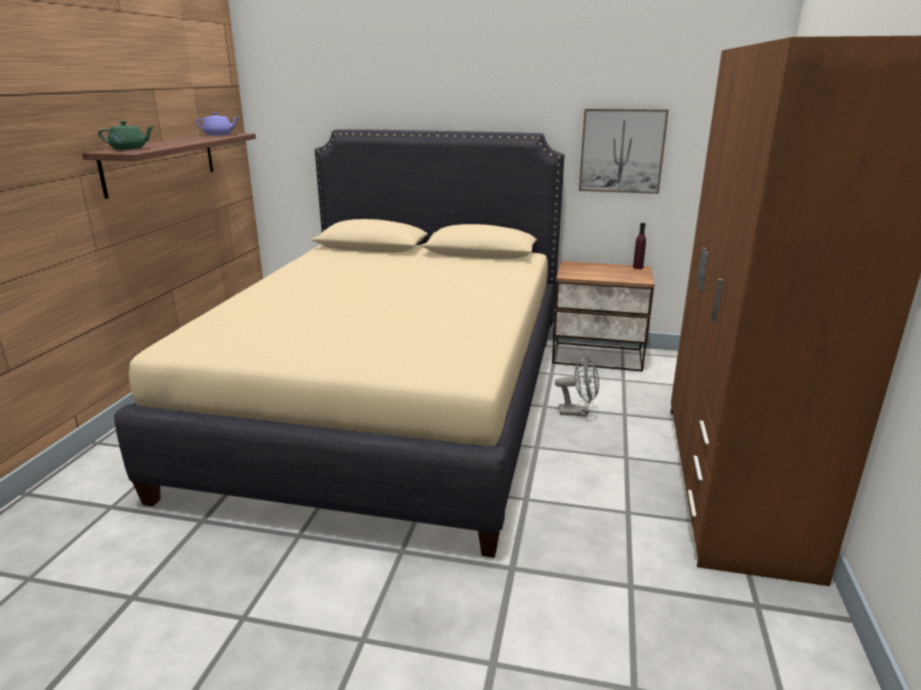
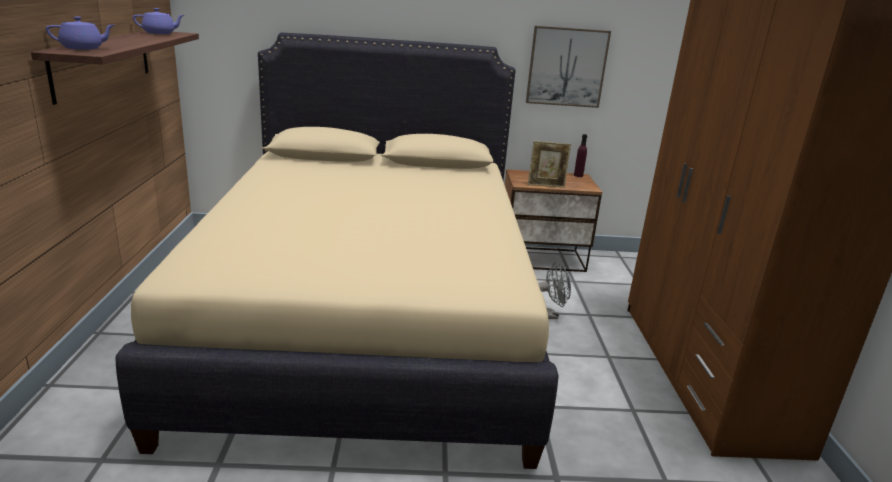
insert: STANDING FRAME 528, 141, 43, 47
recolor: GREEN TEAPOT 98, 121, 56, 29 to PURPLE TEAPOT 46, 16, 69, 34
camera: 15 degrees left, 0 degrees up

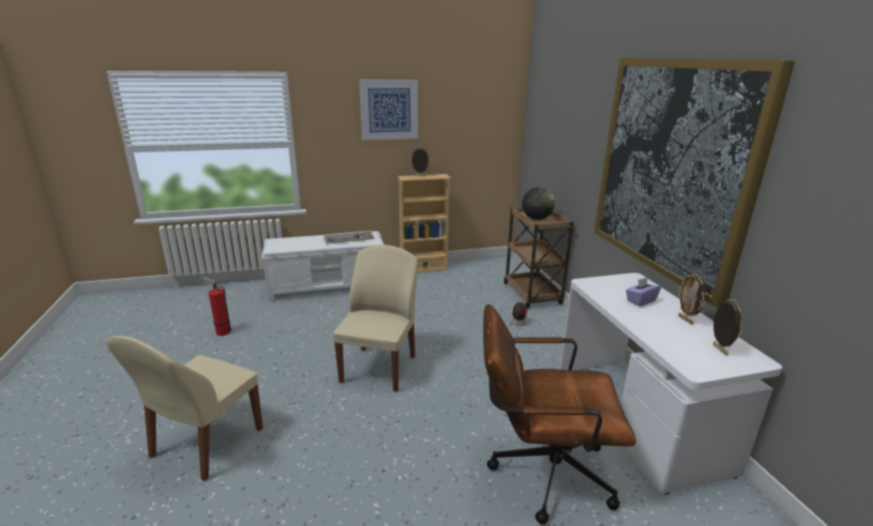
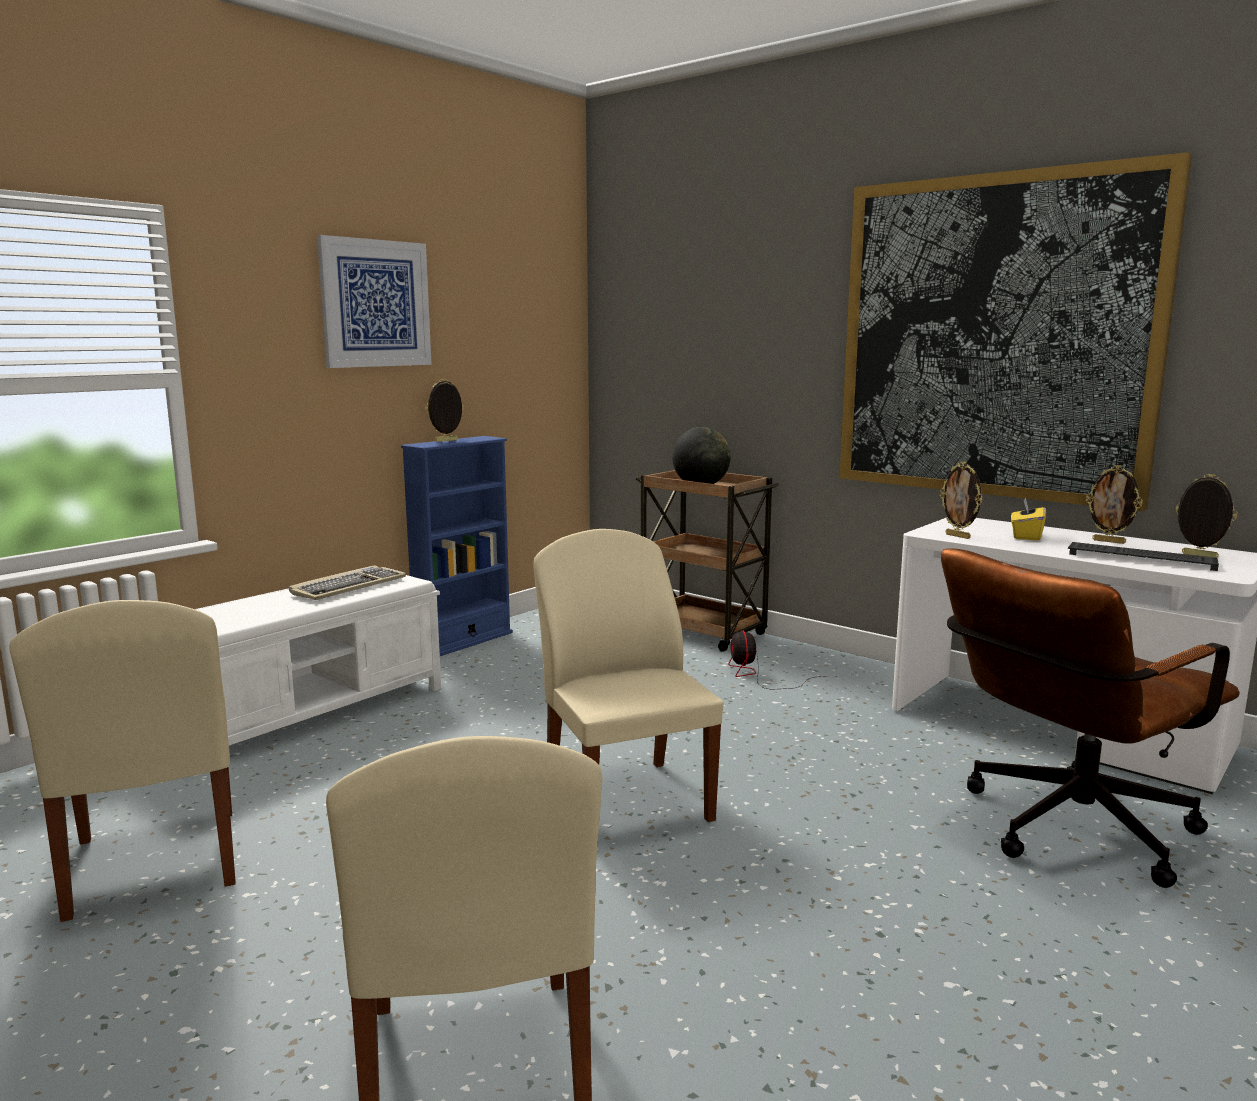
insert: STANDING FRAME 940, 461, 43, 78; KEYBOARD 1068, 542, 151, 29
replace: FIRE-FIGHTING CYLINDER 202, 277, 30, 59 to SAND-COLOURED UPRIGHT CHAIR 9, 600, 227, 322
recolor: SAND-COLOURED BOOKCASE 398, 174, 53, 99 to BLUE BOOKCASE 401, 436, 112, 220; PURPLE TISSUE HOLDER 626, 278, 35, 28 to YELLOW TISSUE HOLDER 1011, 497, 35, 44
camera: 35 degrees left, 10 degrees down

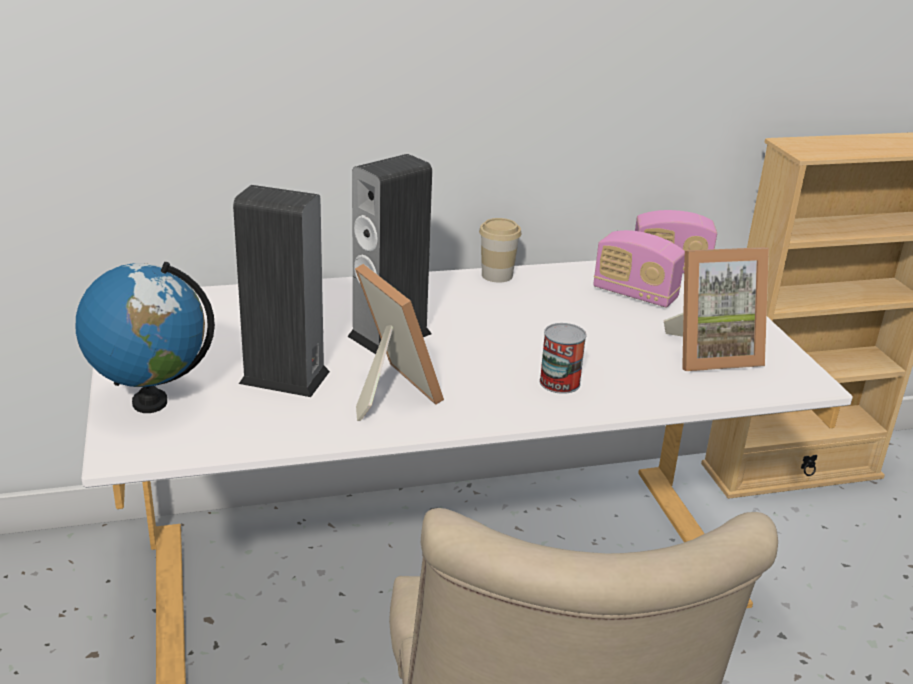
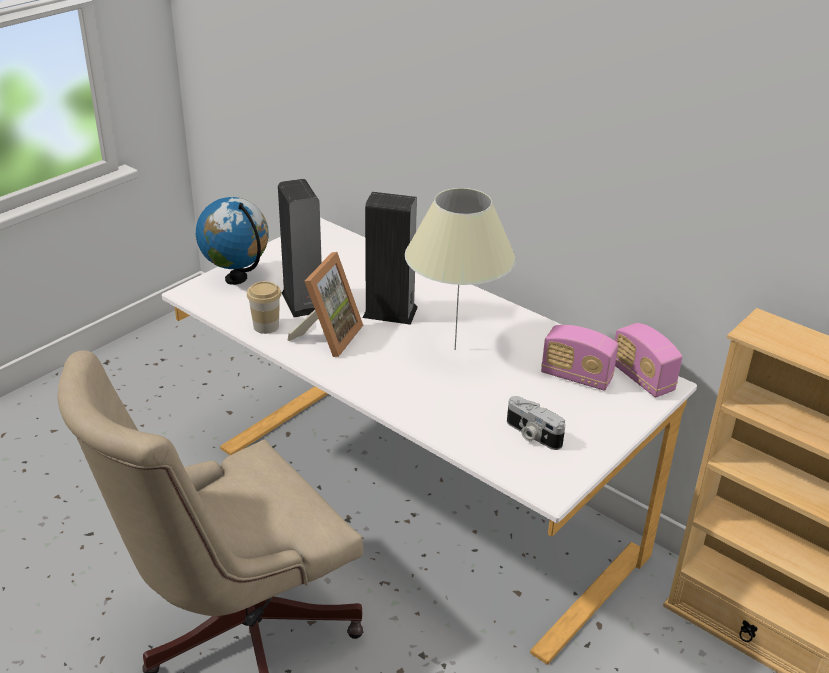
delete: METAL CAN 539, 323, 48, 71
insert: SAND-COLOURED LAMP FOR A TABLE 405, 188, 111, 162
move: DRINKING CUP 479, 218, 42, 65 to 247, 281, 34, 53
replace: STANDING FRAME 663, 247, 106, 124 to STILL CAMERA 507, 396, 58, 54
rotate: RADIO SET 593, 230, 92, 77 = 541, 325, 77, 66 60 degrees counterclockwise
camera: 55 degrees right, 5 degrees up

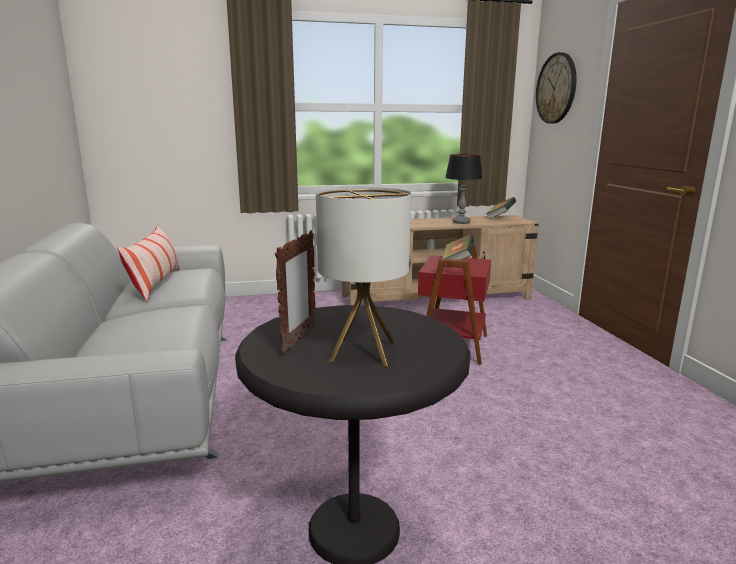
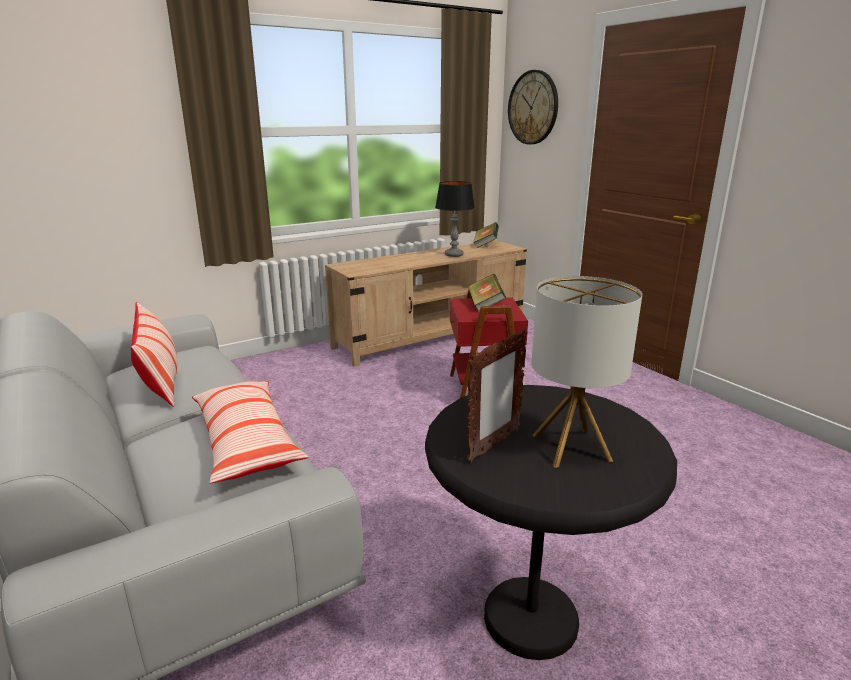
insert: THROW PILLOW 192, 381, 117, 102
rotate: STANDING FRAME 275, 230, 41, 124 = 467, 328, 60, 135 45 degrees clockwise
camera: 20 degrees left, 5 degrees up

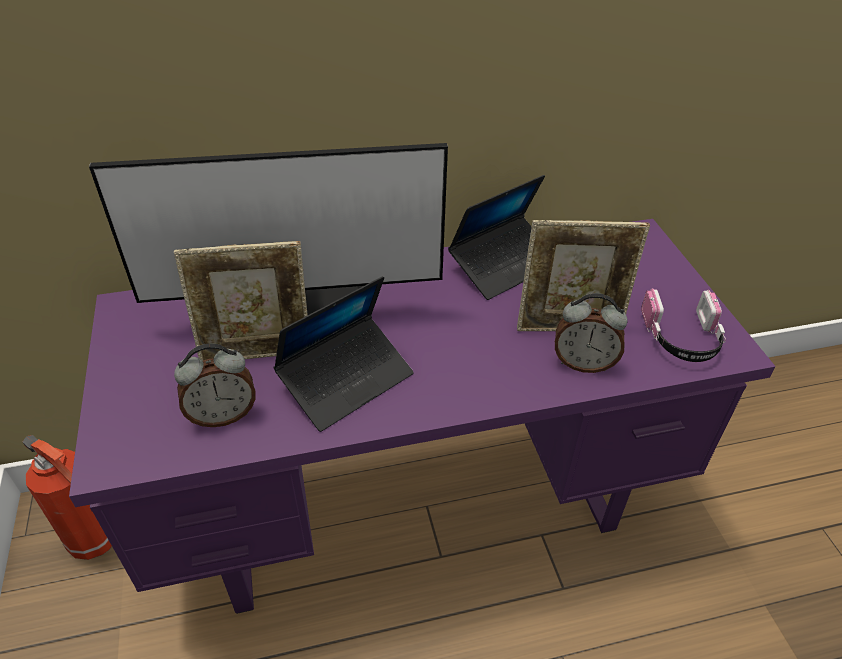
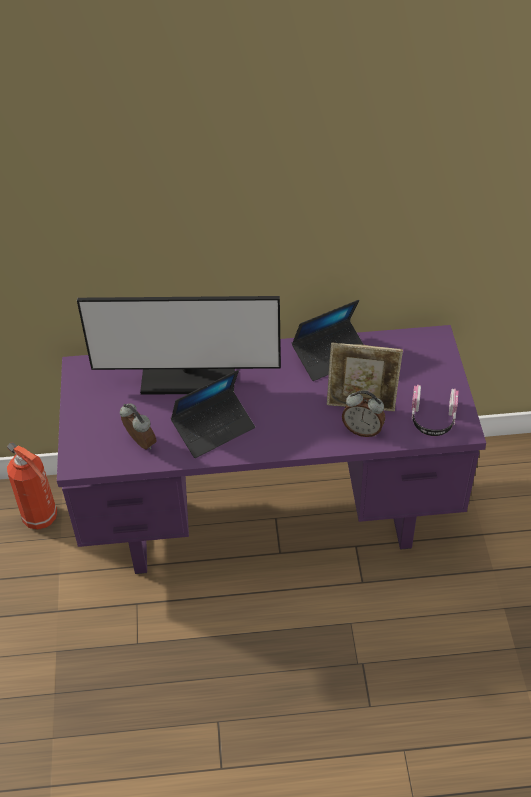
delete: STANDING FRAME 174, 241, 134, 120
rotate: ALARM CLOCK 174, 343, 81, 84 = 120, 403, 36, 47 120 degrees counterclockwise
camera: 10 degrees right, 5 degrees up

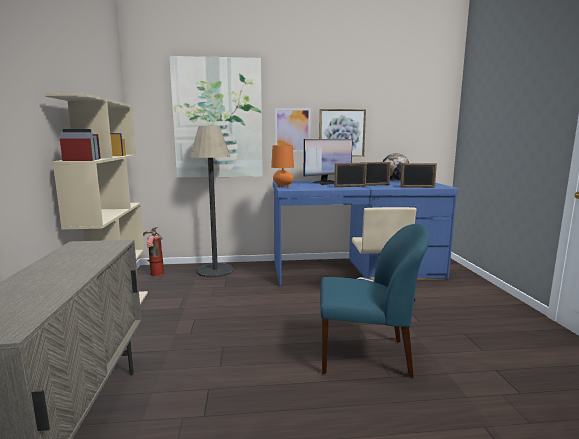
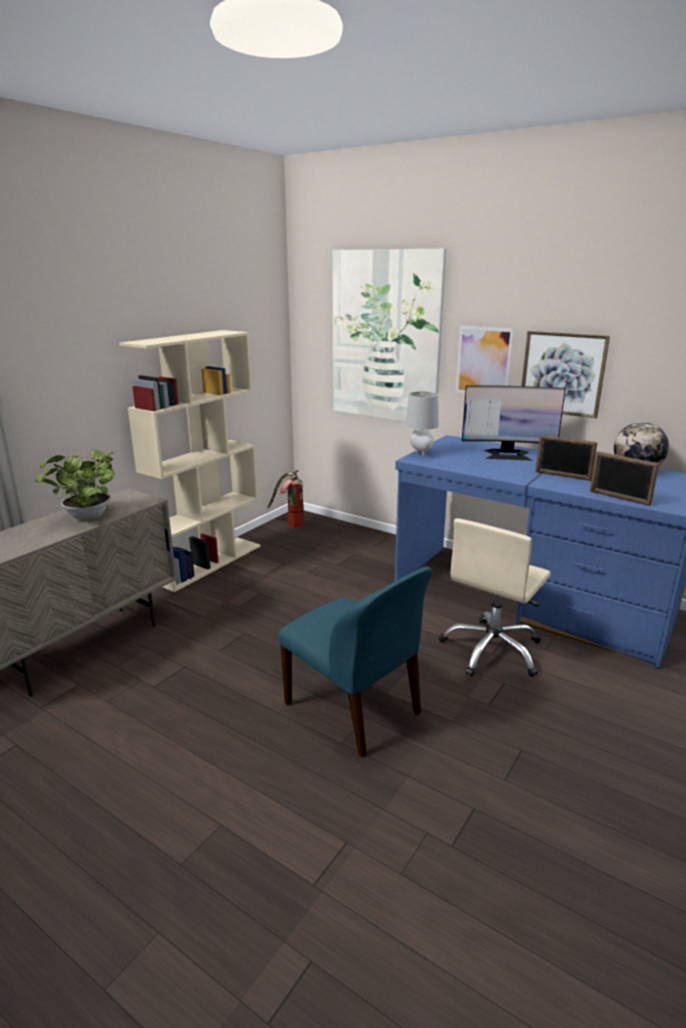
delete: STANDING LAMP 190, 126, 44, 151; STANDING FRAME 334, 163, 33, 24
insert: POTTED PLANT 35, 450, 80, 70
recolor: ORANGEY LAMP FOR A TABLE 271, 145, 23, 43 to GREYISH LAMP FOR A TABLE 405, 391, 34, 66
camera: 40 degrees right, 10 degrees up

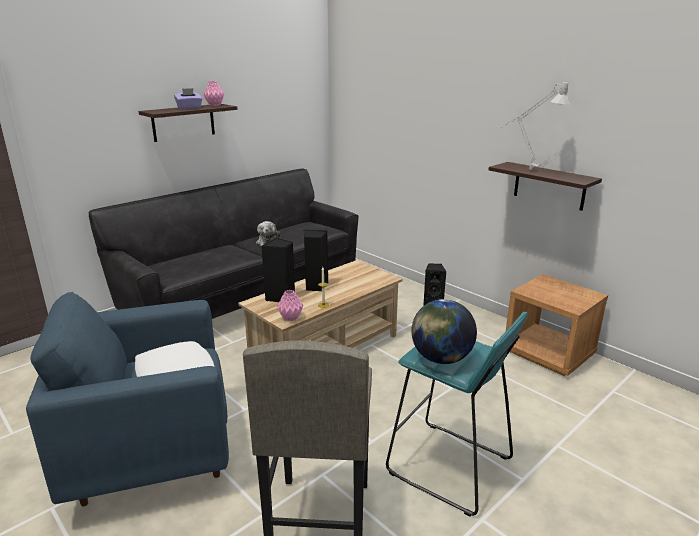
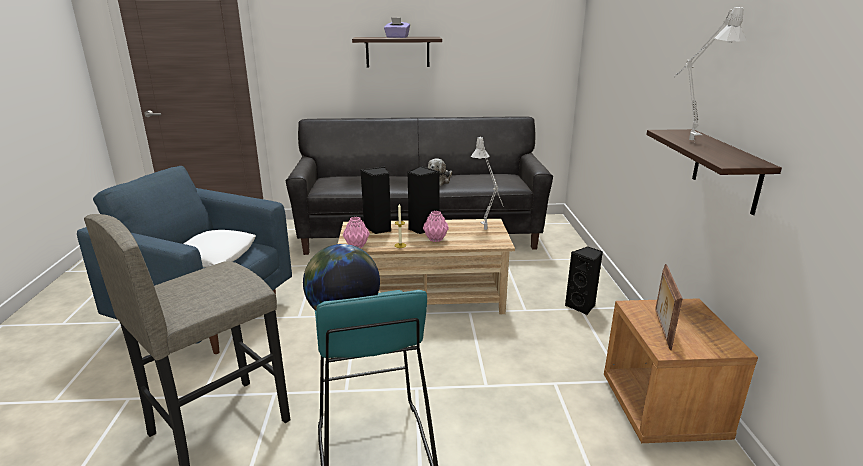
insert: GREYISH LAMP FOR A TABLE 471, 137, 33, 93; STANDING FRAME 655, 264, 28, 86
move: PINK-COLOURED DECORATIVE VASE 204, 81, 20, 25 to 423, 211, 26, 31
camera: 40 degrees right, 0 degrees up

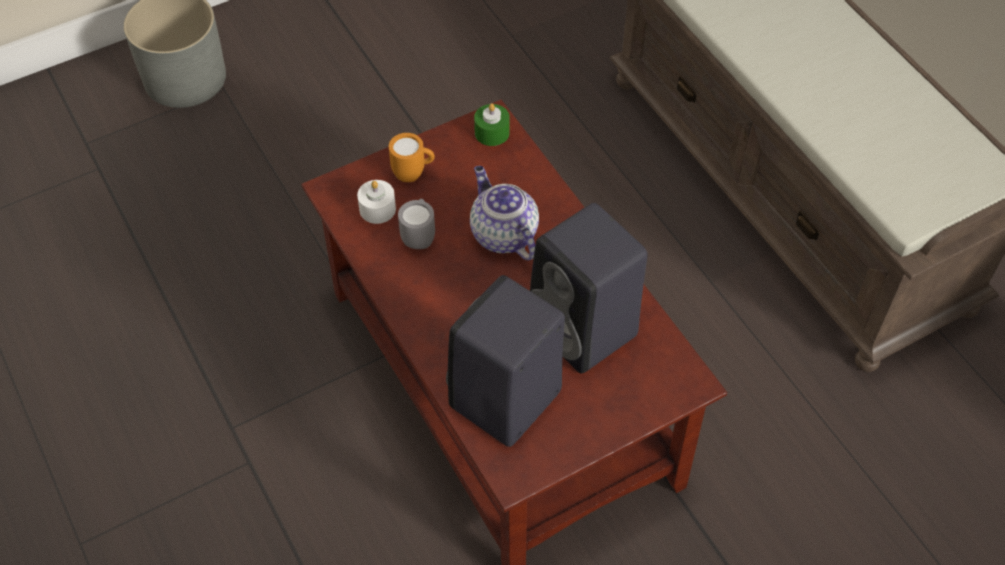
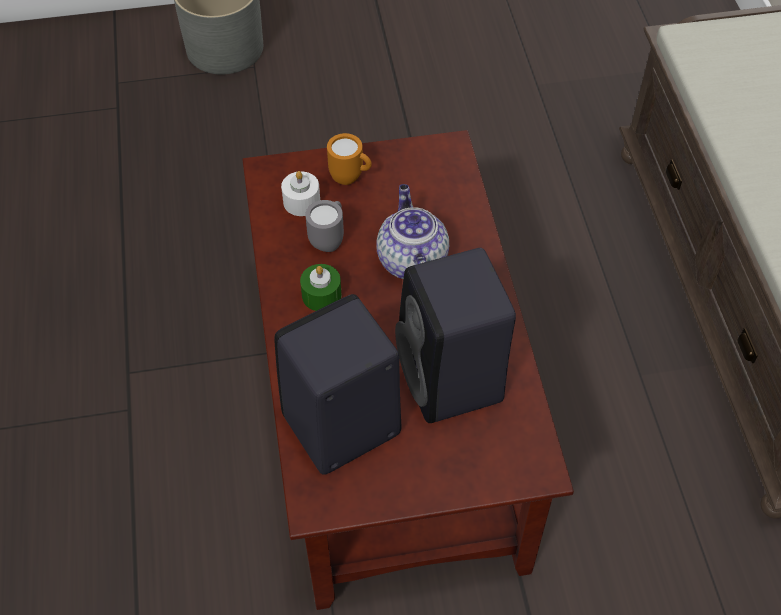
move: GREEN WAX LIGHT 474, 103, 36, 43 to 300, 264, 42, 47
camera: 20 degrees right, 0 degrees up

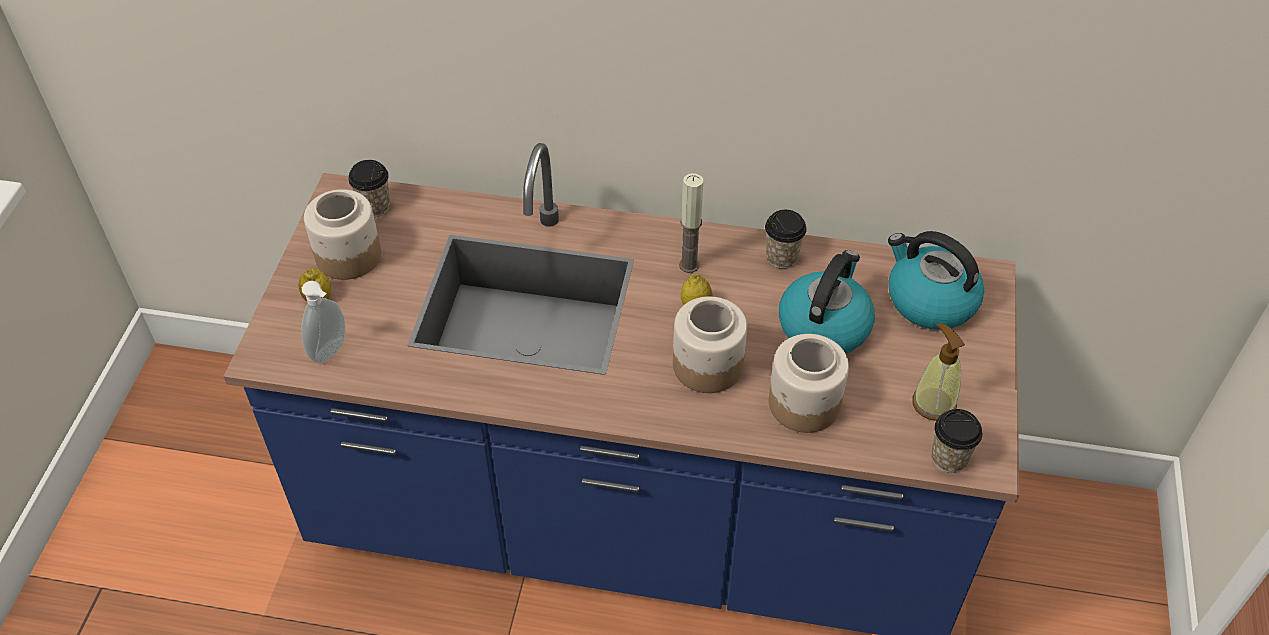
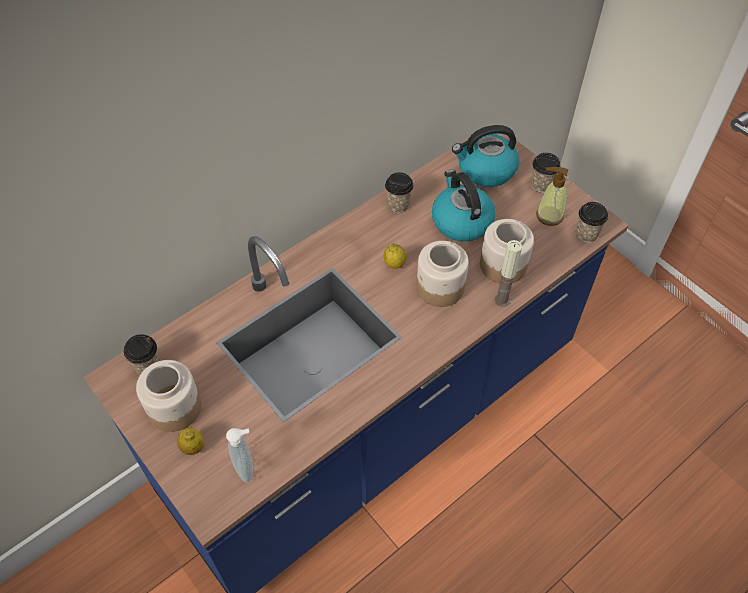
insert: DRINKING CUP 531, 153, 30, 40
move: WAX LIGHT 679, 173, 24, 100 to 495, 240, 27, 67
camera: 50 degrees left, 5 degrees up

